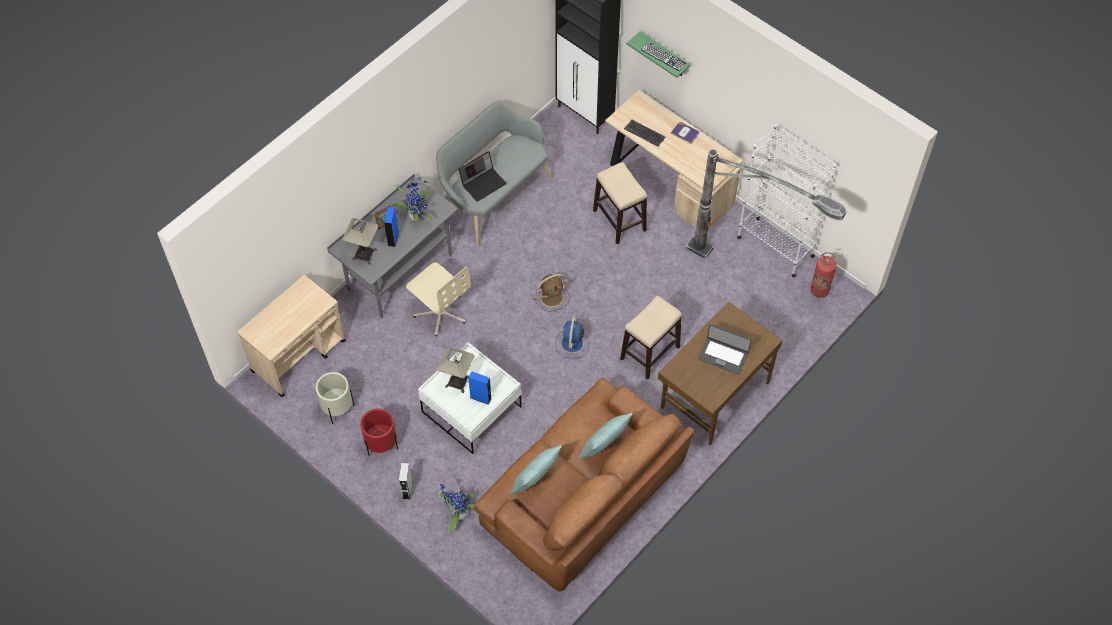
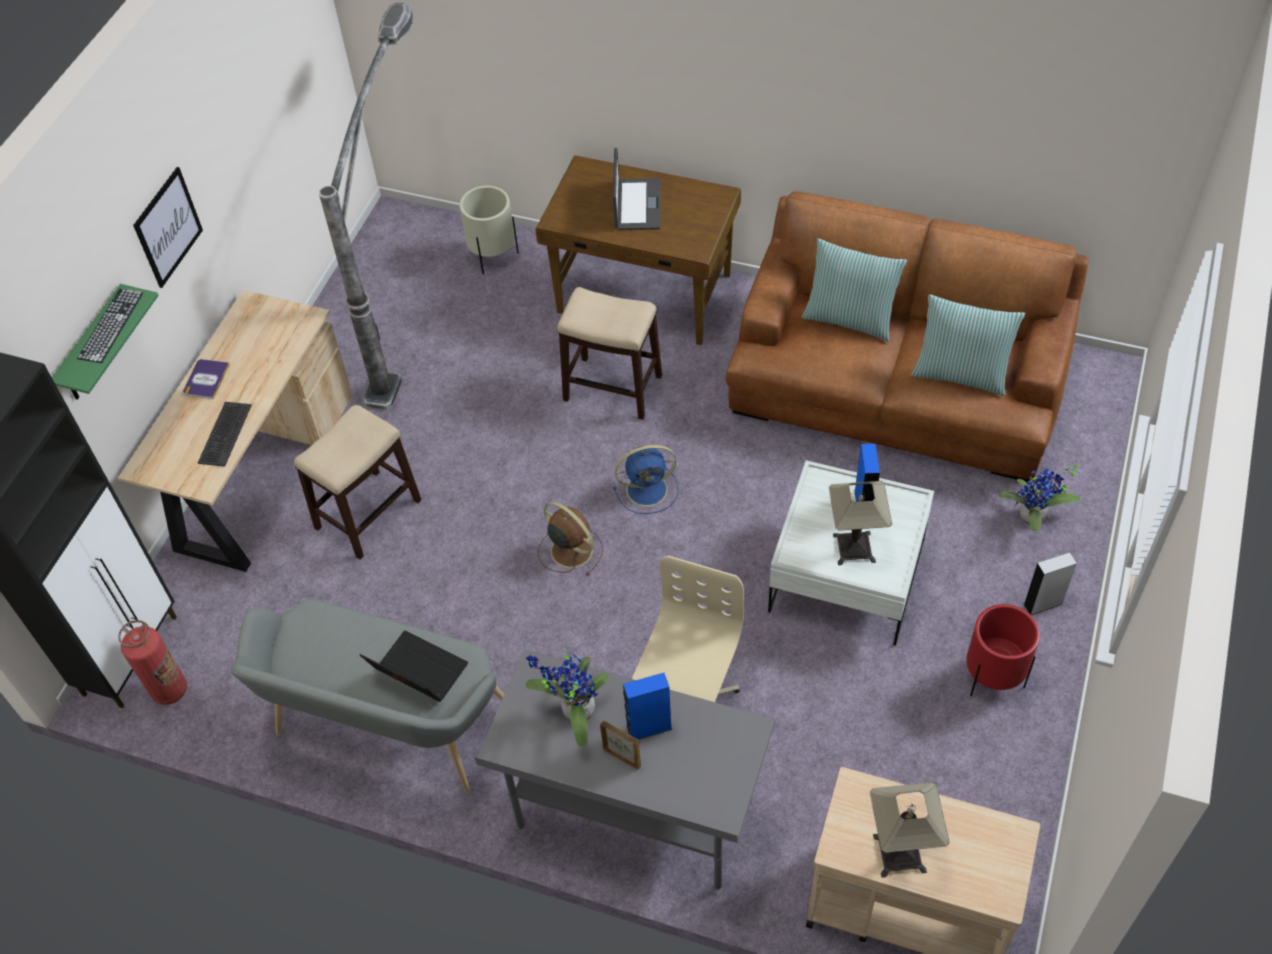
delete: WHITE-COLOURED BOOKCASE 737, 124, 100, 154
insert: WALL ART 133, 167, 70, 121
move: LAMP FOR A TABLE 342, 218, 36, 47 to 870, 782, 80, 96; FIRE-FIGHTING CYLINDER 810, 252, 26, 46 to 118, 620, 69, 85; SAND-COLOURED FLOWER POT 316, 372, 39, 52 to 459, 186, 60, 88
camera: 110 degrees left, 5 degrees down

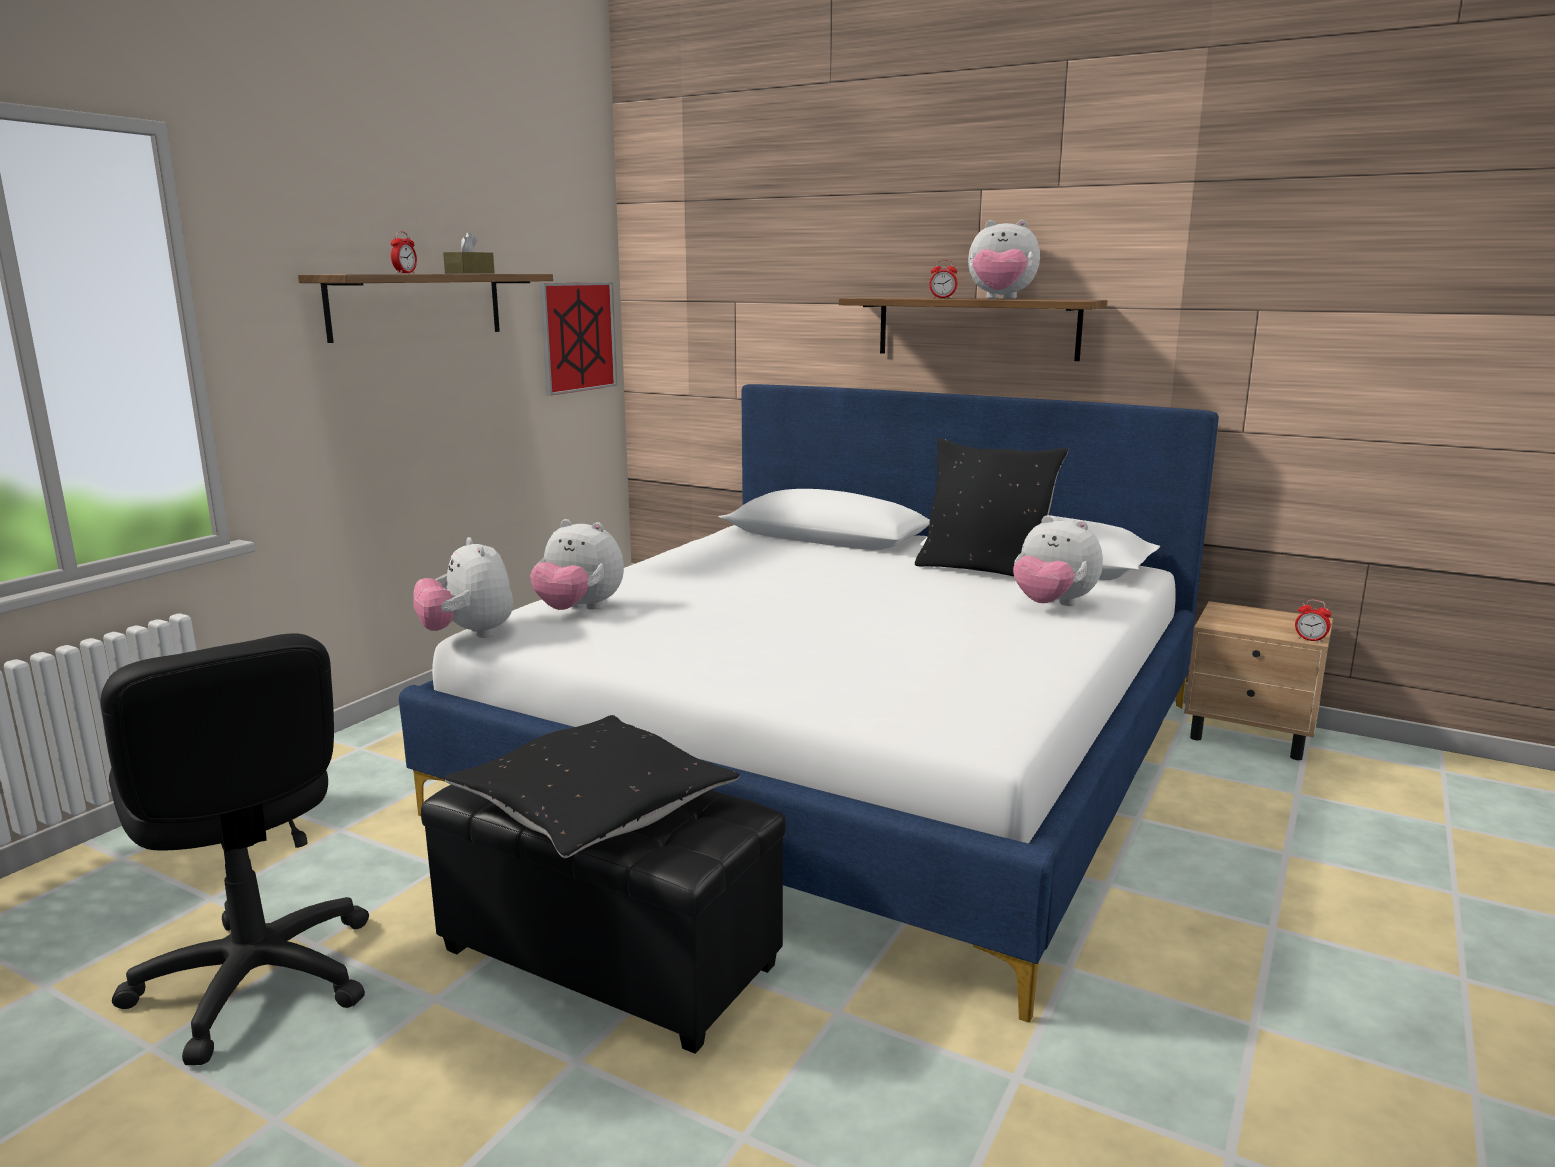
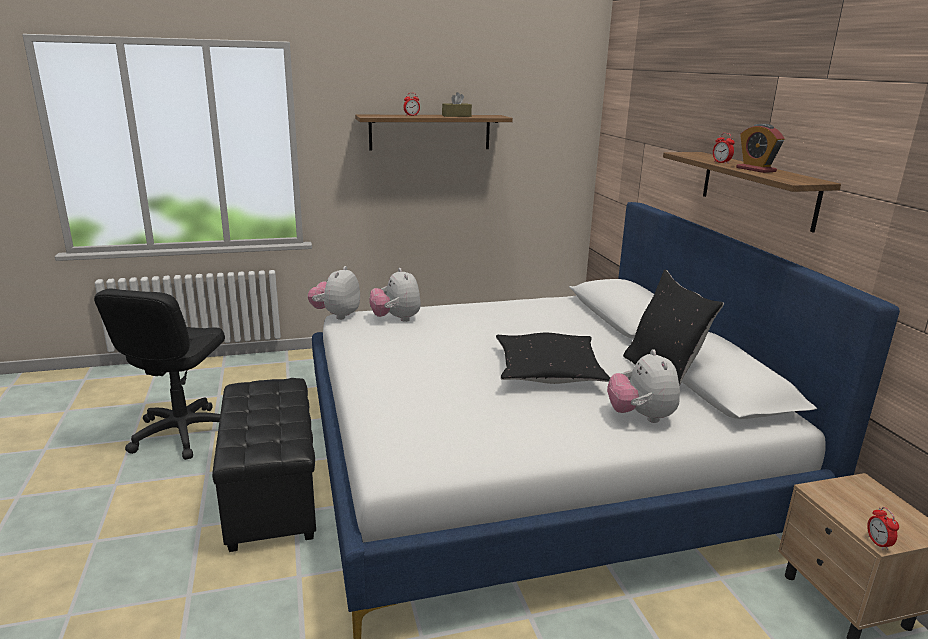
delete: WALL ART 540, 282, 77, 114
move: BLACK-COLOURED THROW PILLOW 445, 715, 295, 143 to 496, 333, 114, 51
replace: PLUSH TOY 968, 220, 72, 79 to ALARM CLOCK 736, 124, 49, 49
camera: 45 degrees right, 5 degrees up

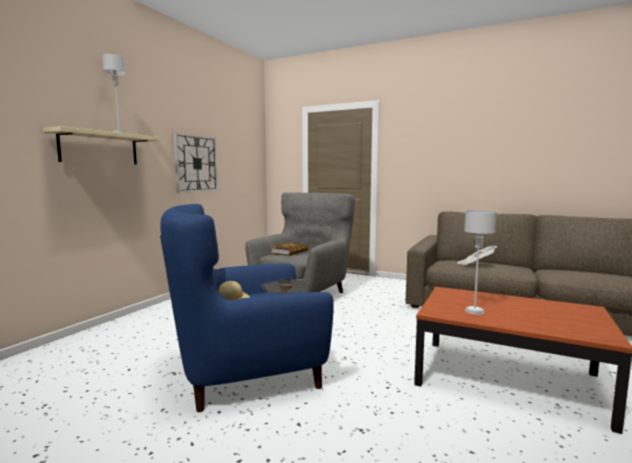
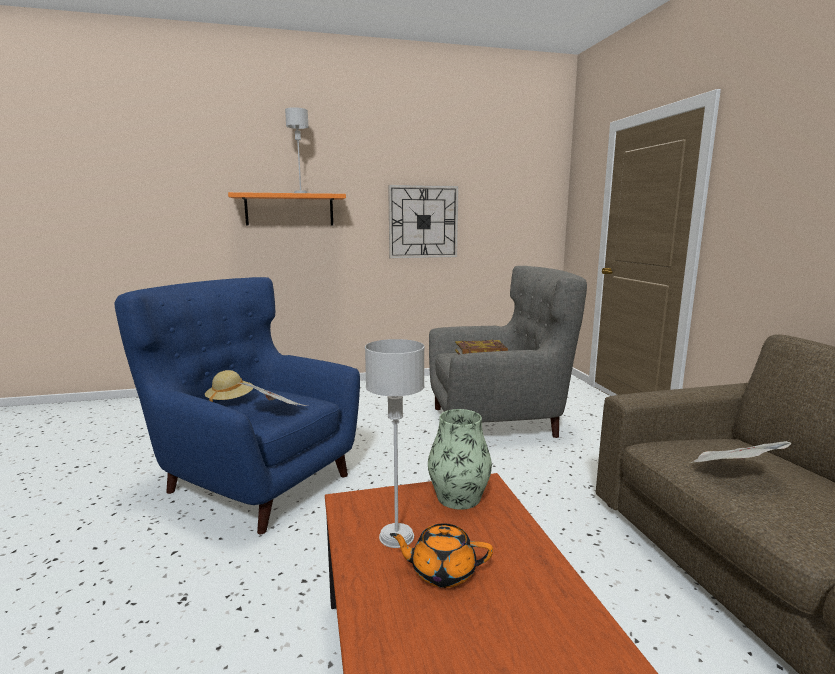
insert: DECORATIVE VASE 428, 409, 64, 101; ORANGEY TEAPOT 389, 524, 104, 64
recolor: SAND-COLOURED SHELF 43, 126, 116, 38 to ORANGEY SHELF 228, 192, 118, 34
camera: 50 degrees right, 5 degrees up

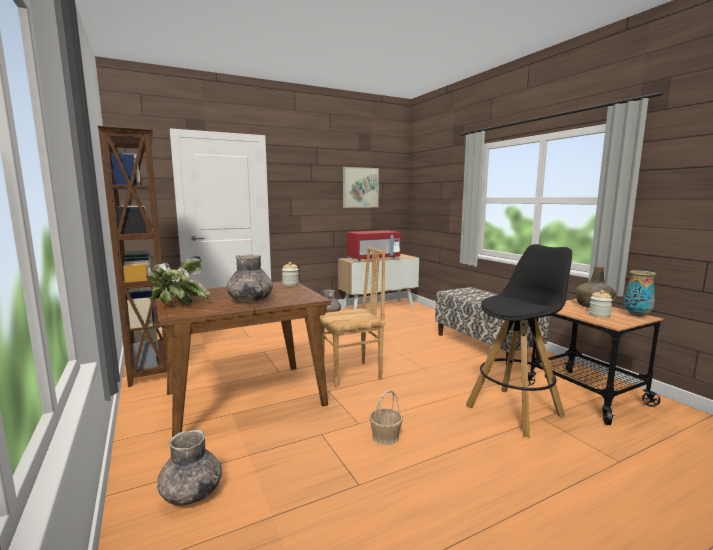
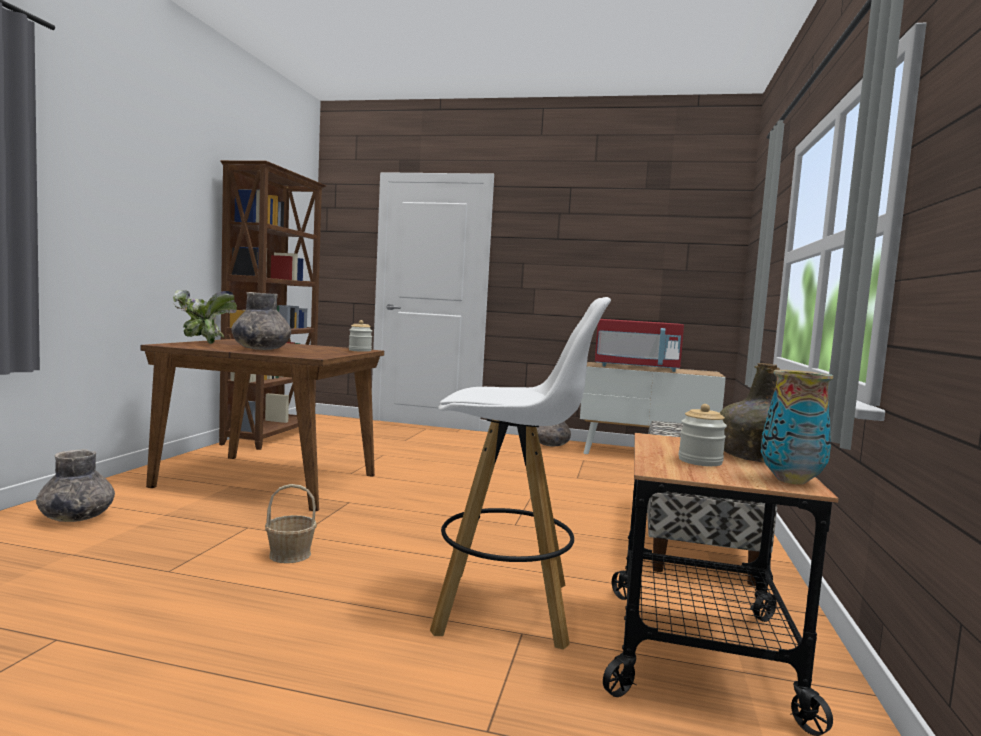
delete: WALL ART 343, 167, 36, 41; BROWNISH UPRIGHT CHAIR 320, 247, 66, 141
recolor: BLACK-COLOURED SITTING STOOL 466, 244, 106, 194 to WHITE-COLOURED SITTING STOOL 430, 297, 181, 353
camera: 40 degrees right, 5 degrees down

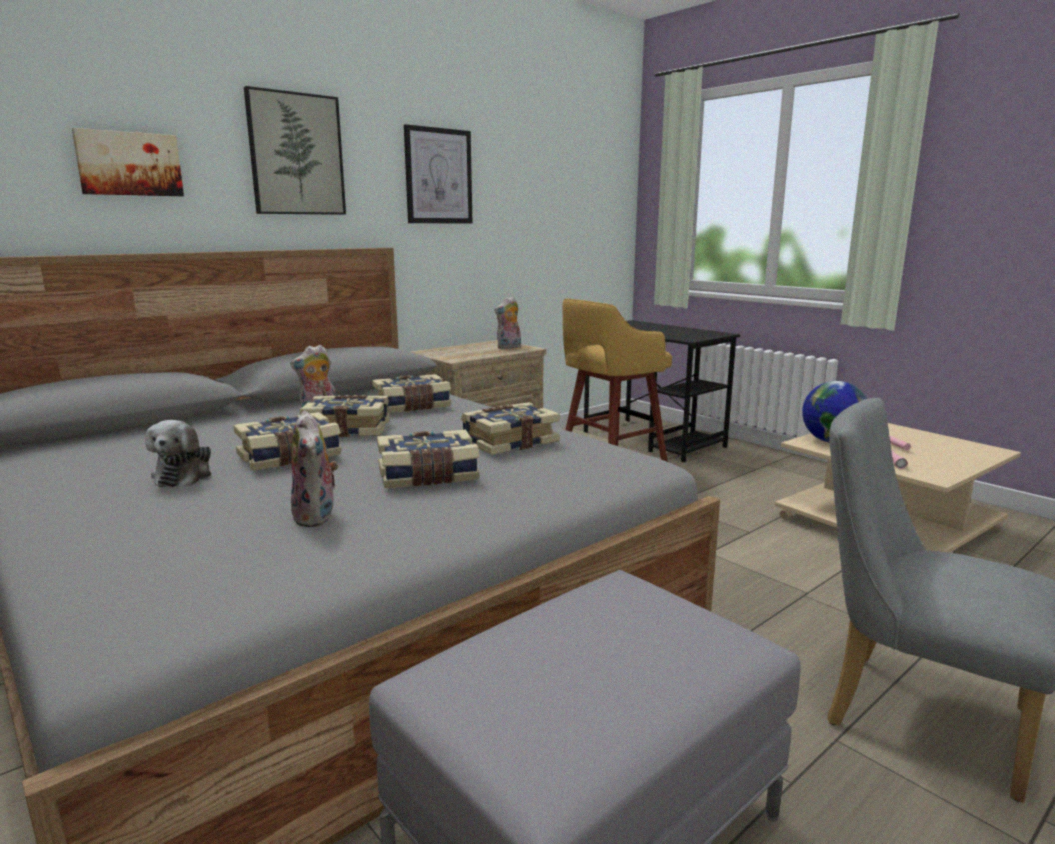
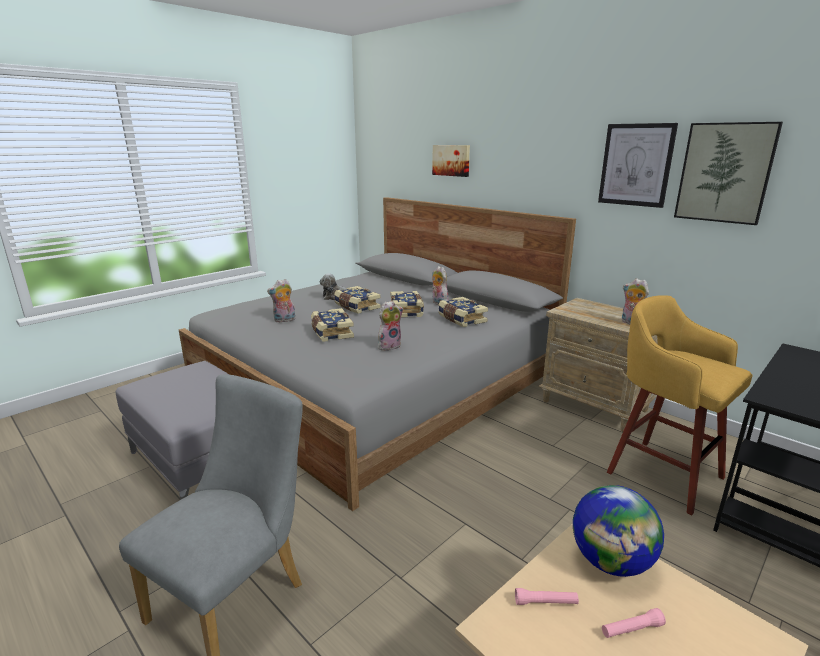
move: WALL ART 244, 86, 102, 129 to 674, 122, 109, 103
replace: BOOK 461, 402, 99, 53 to PLUSH TOY 378, 301, 25, 49
camera: 85 degrees right, 5 degrees up

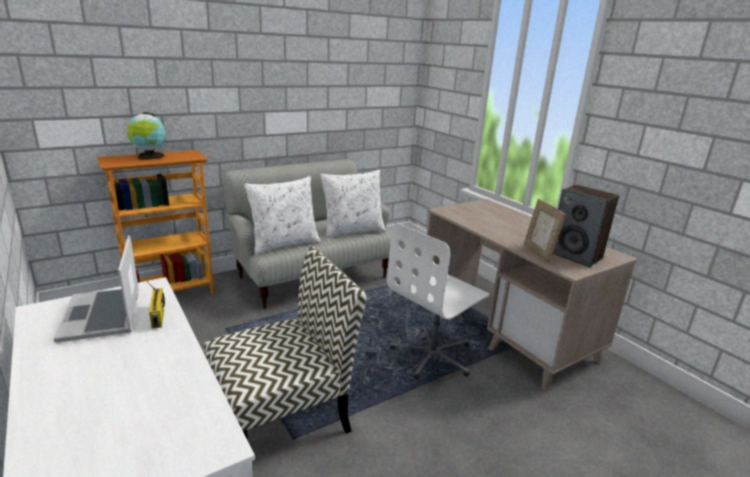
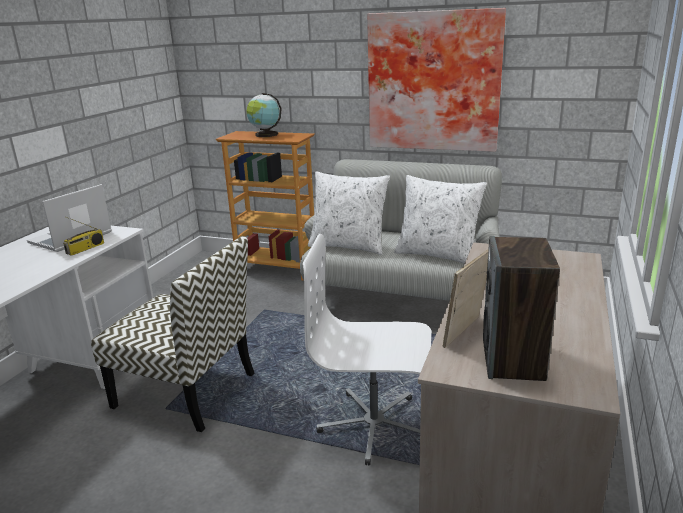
insert: WALL ART 367, 8, 139, 144
camera: 55 degrees right, 0 degrees up

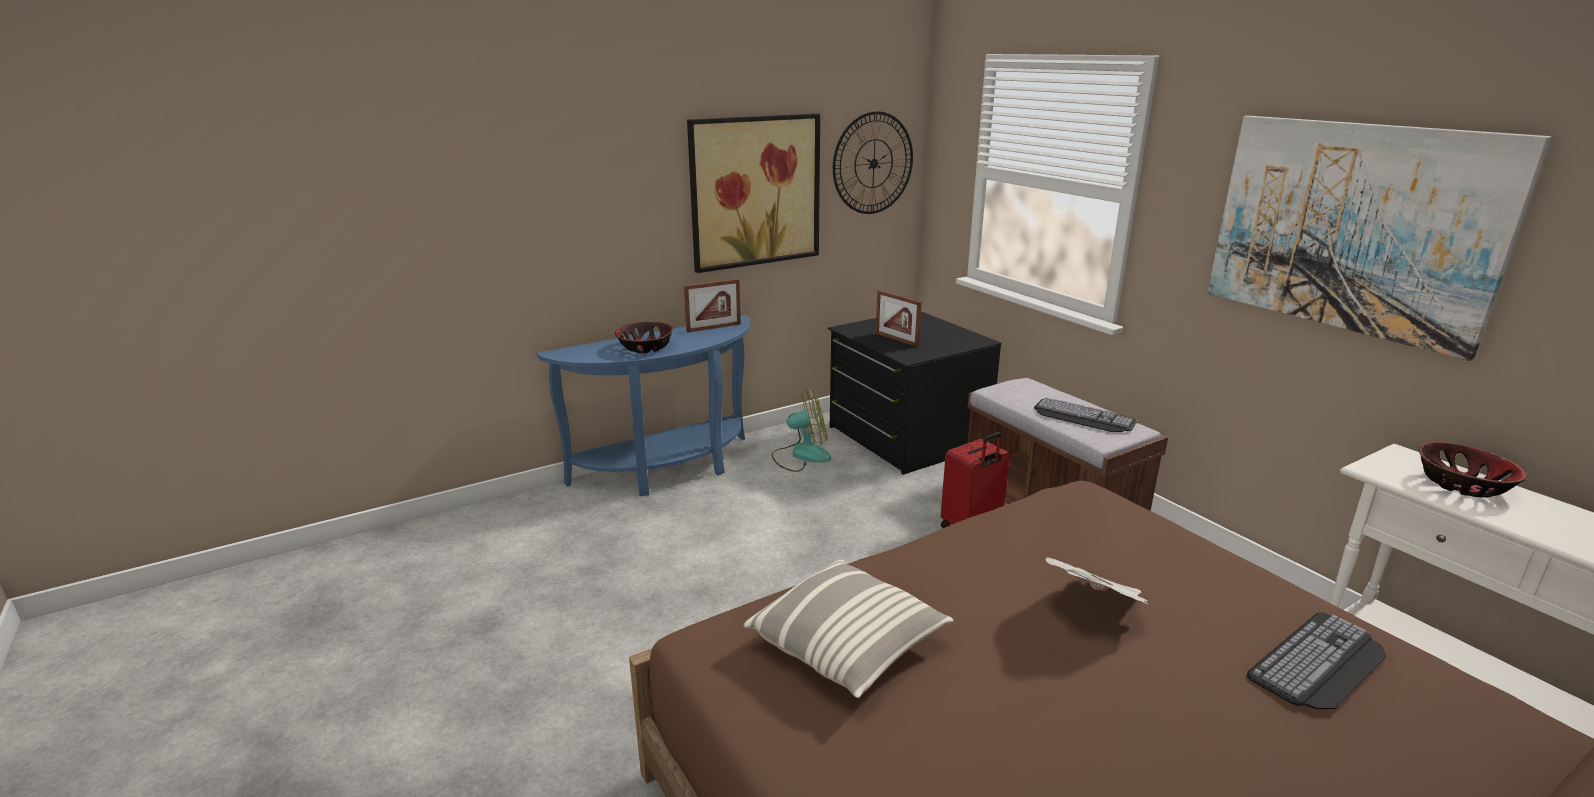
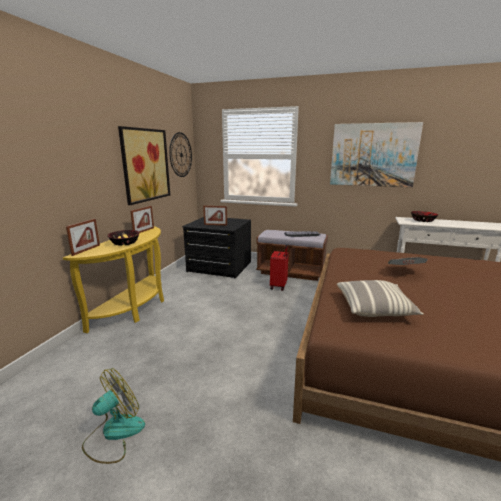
delete: KEYBOARD 1247, 612, 140, 98
insert: STANDING FRAME 66, 219, 34, 37
move: ELECTRIC FAN 771, 388, 60, 84 to 82, 368, 63, 96
recolor: BLUE CONSOLE TABLE 537, 315, 214, 181 to YELLOW CONSOLE TABLE 63, 226, 101, 107
camera: 40 degrees left, 5 degrees down

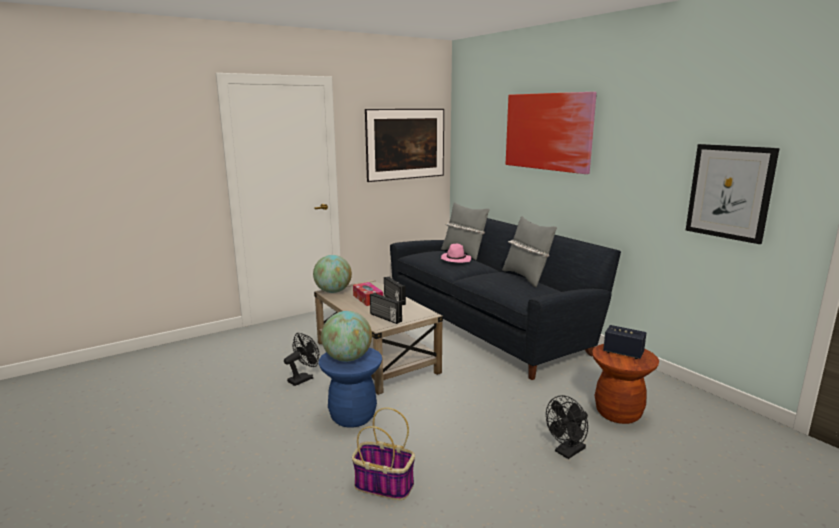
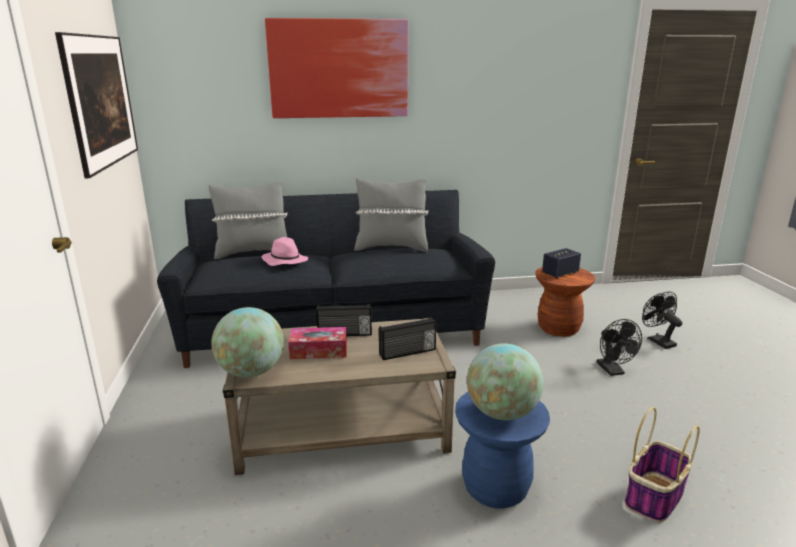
delete: WALL ART 686, 144, 94, 100
move: BLACK-COLOURED ELECTRIC FAN 284, 333, 35, 53 to 642, 291, 40, 58
camera: 65 degrees left, 5 degrees up

